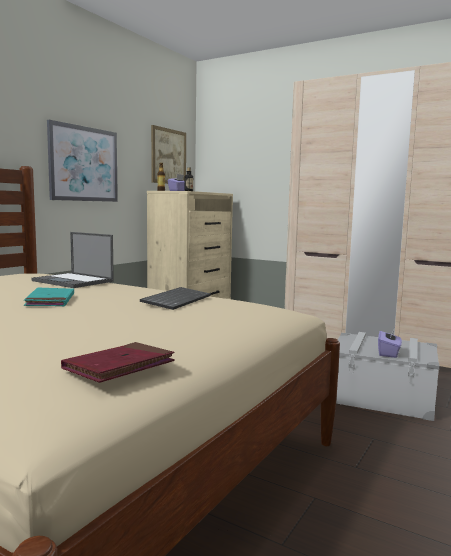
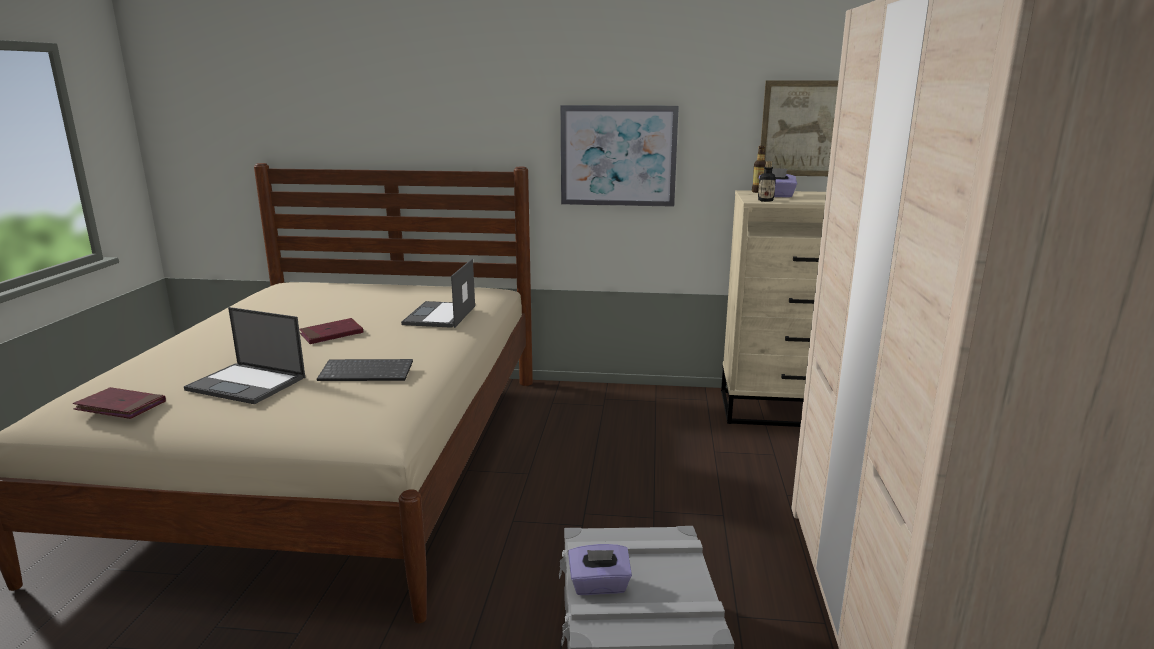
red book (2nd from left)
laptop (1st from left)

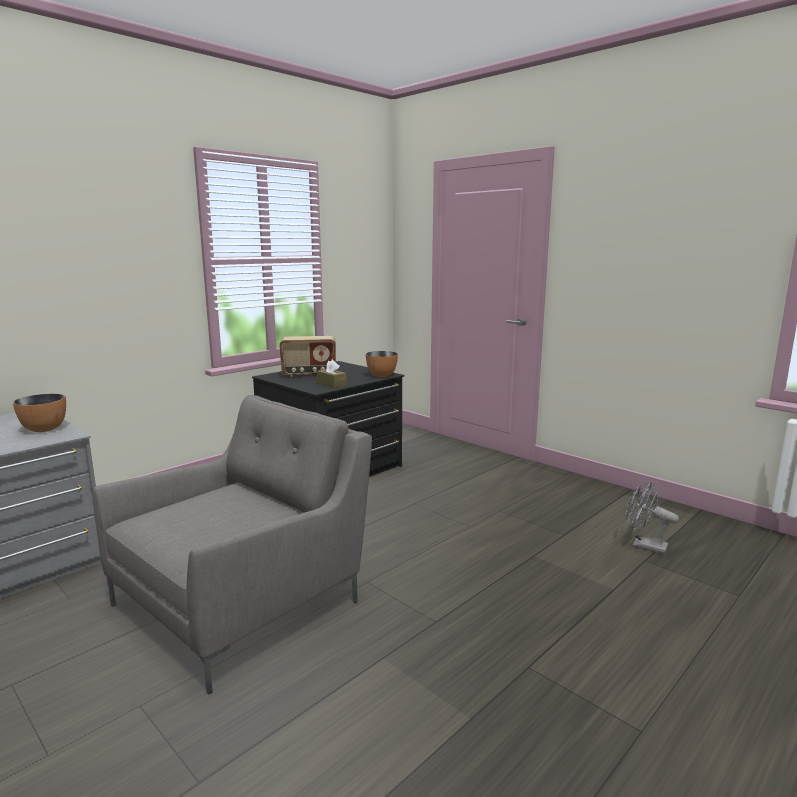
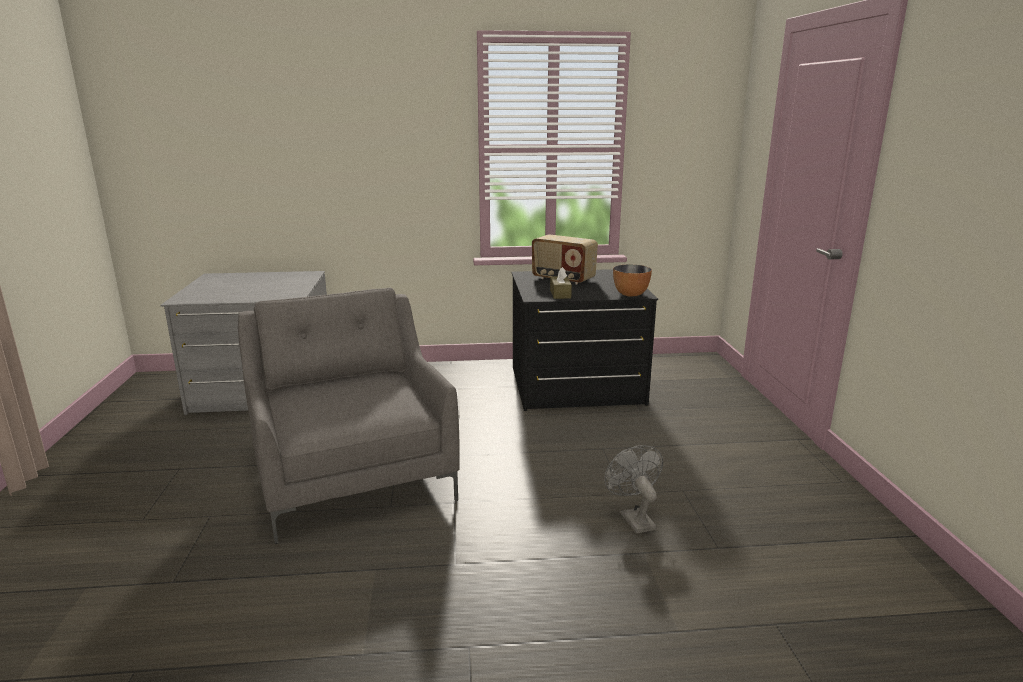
bowl (1st from left in the first image)
grey armchair
grey fan

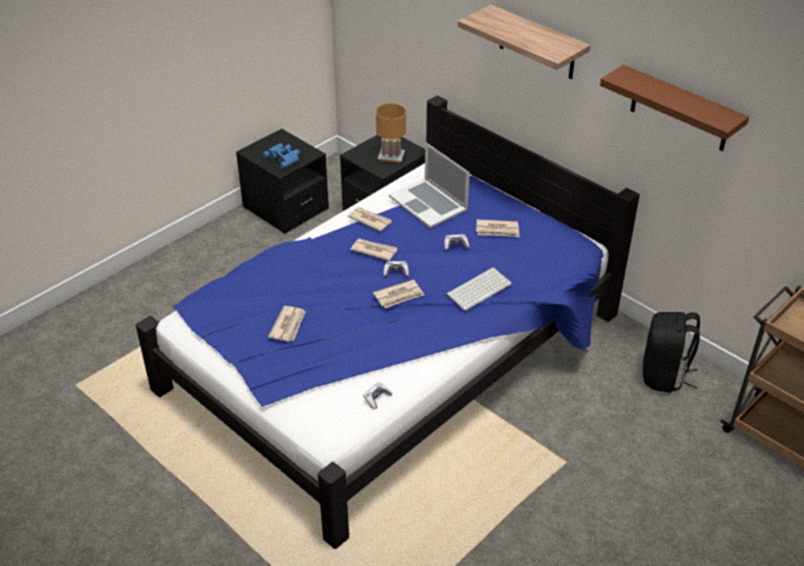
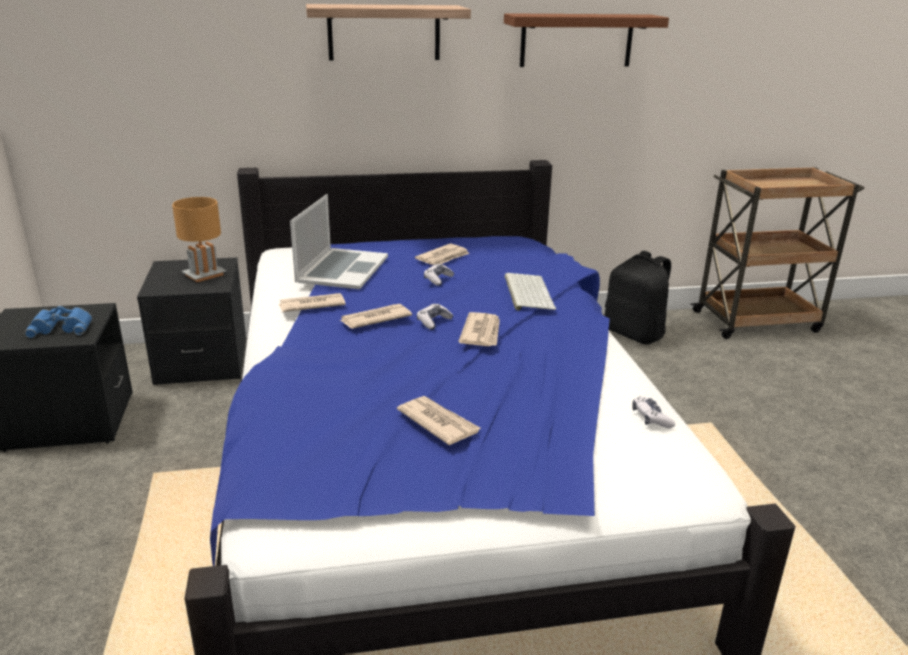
laptop

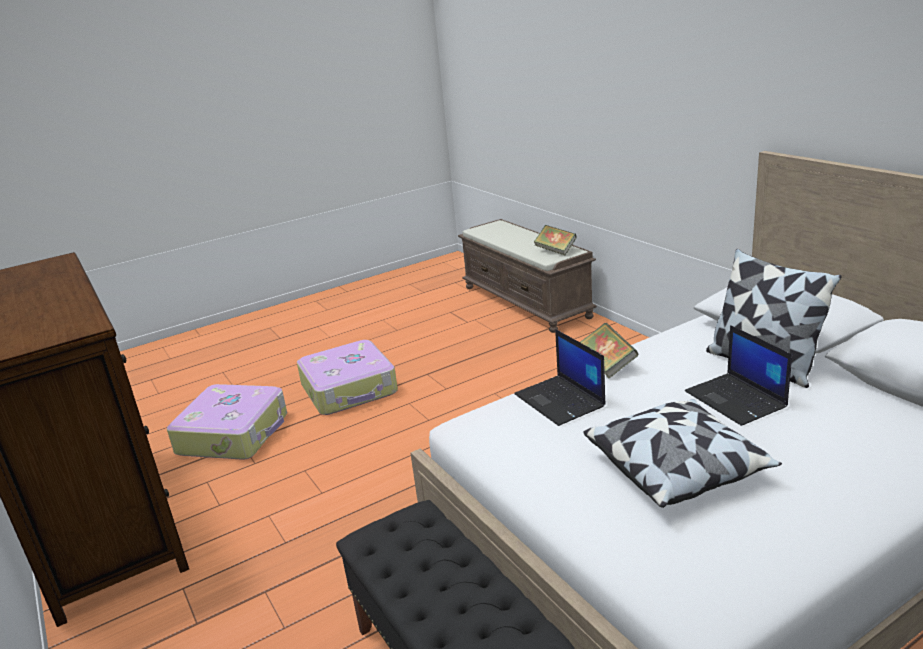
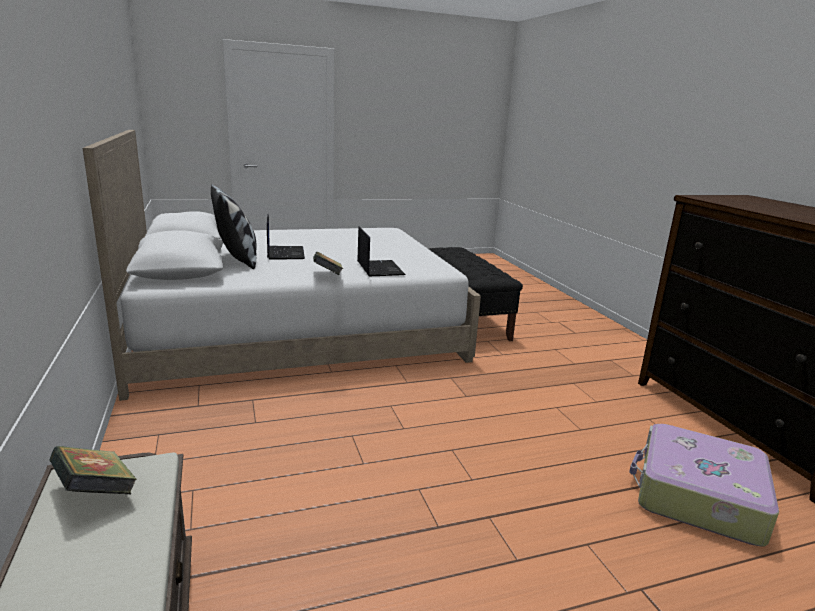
suitcase (2nd from left in the first image)
pillow (1st from left in the first image)

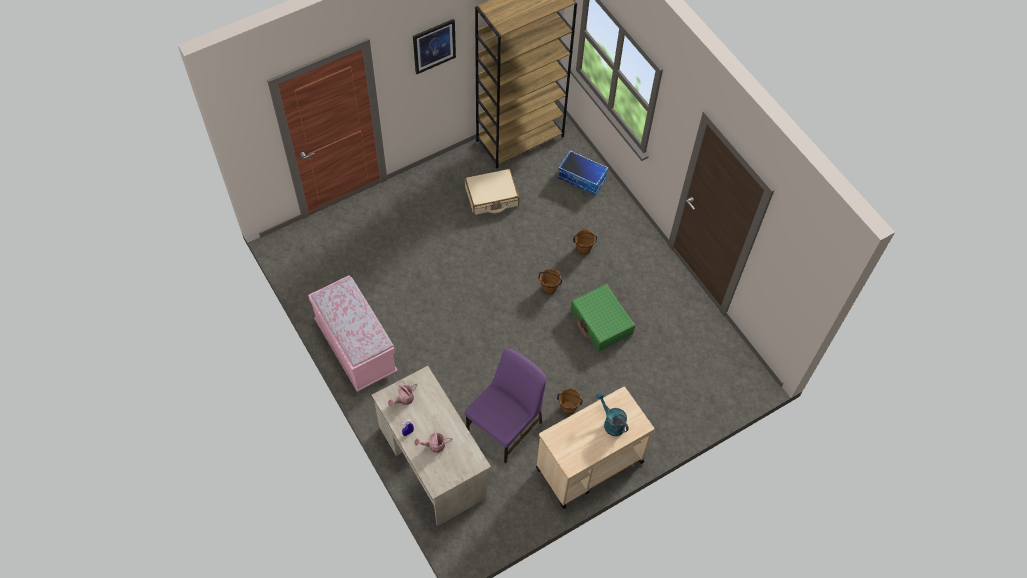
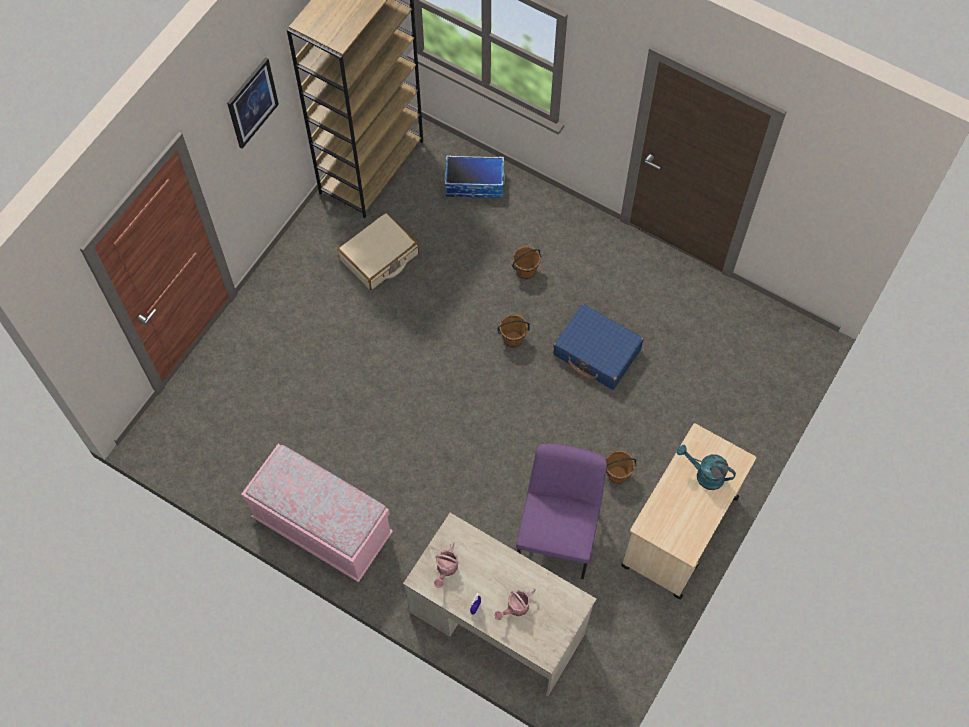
blue suitcase

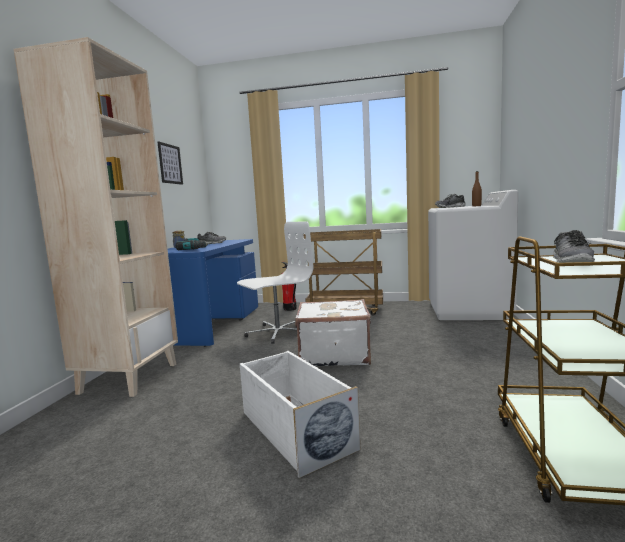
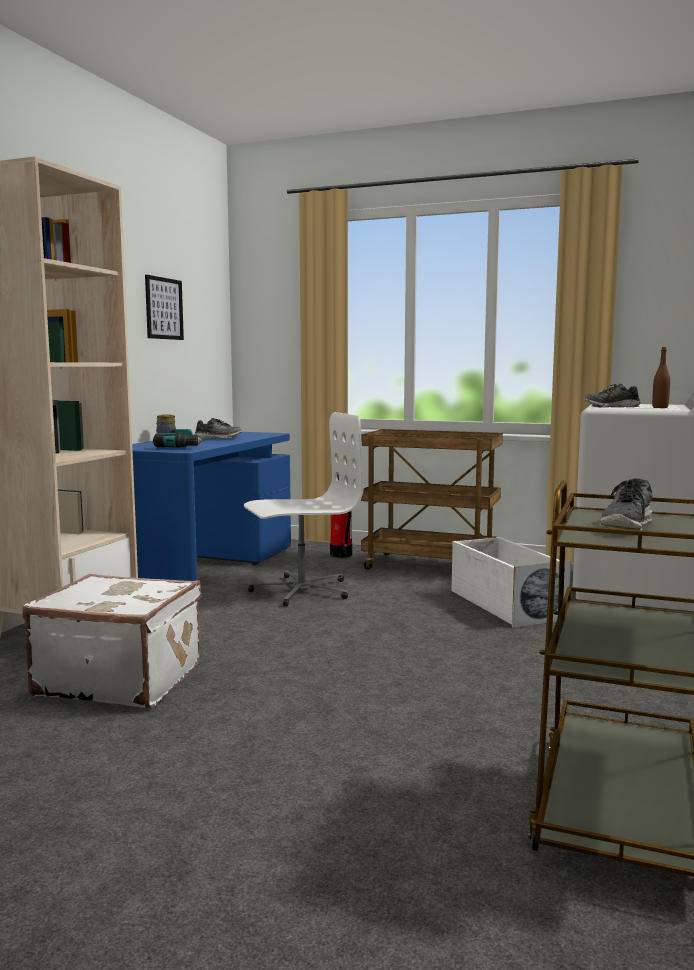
white suitcase
white storage box

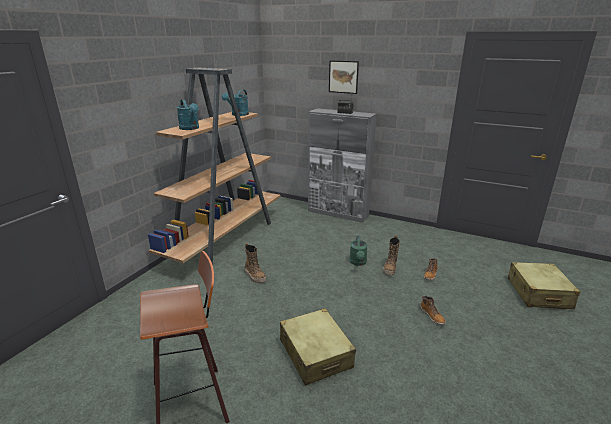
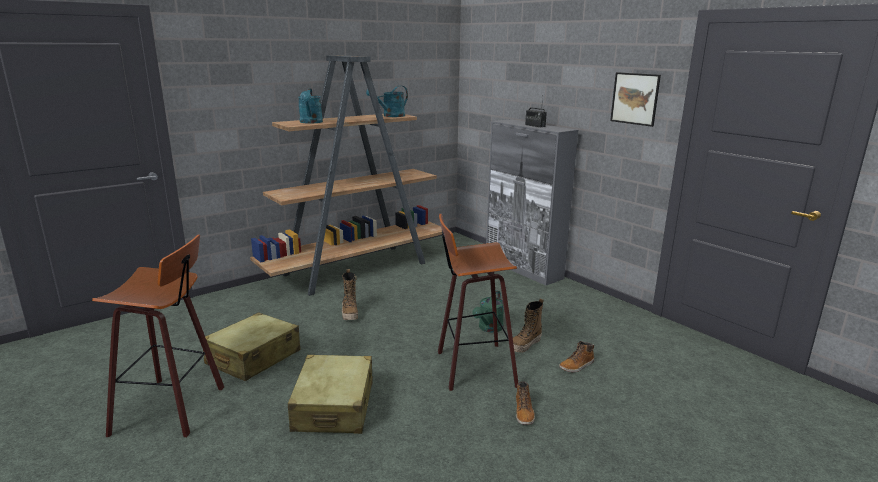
picture
beige suitcase (1st from left)
stool (2nd from left)

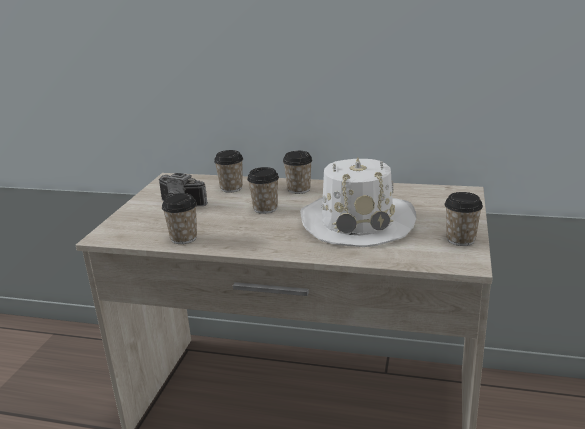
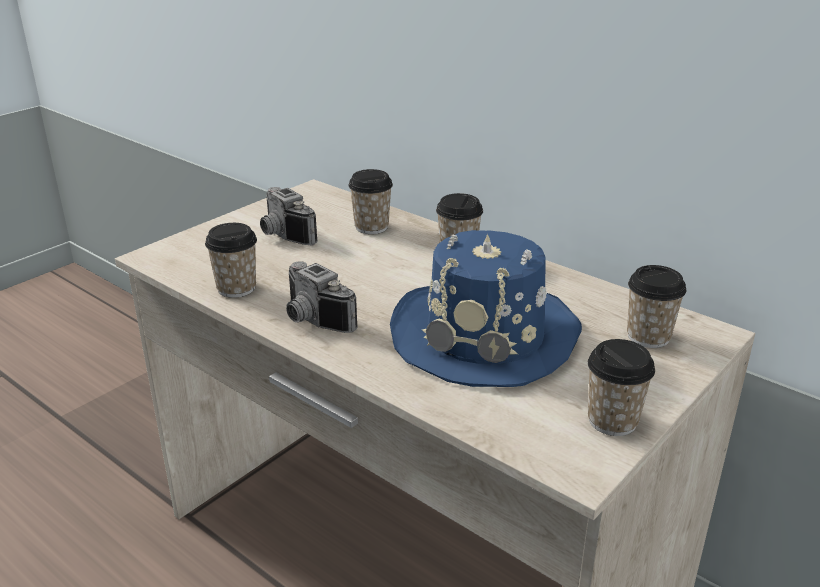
blue hat
cup (5th from left)
photo camera (2nd from left)

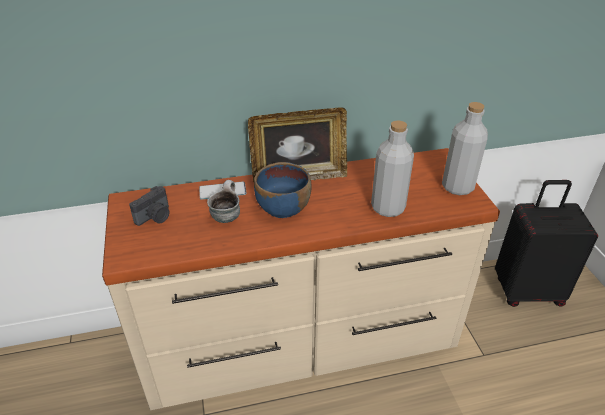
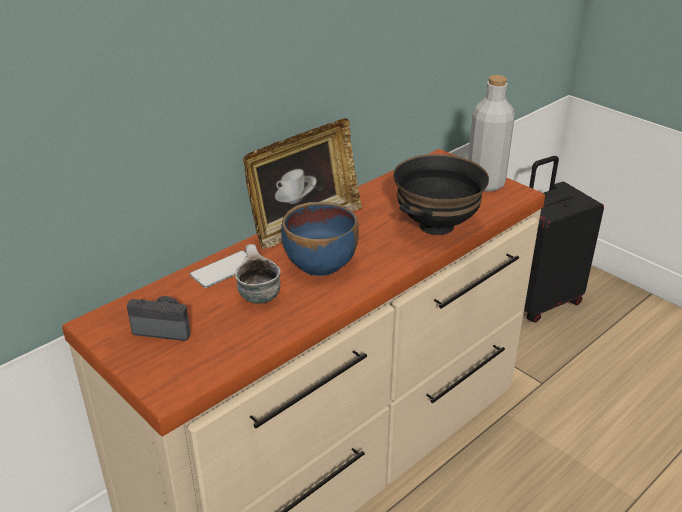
black bowl
photo camera

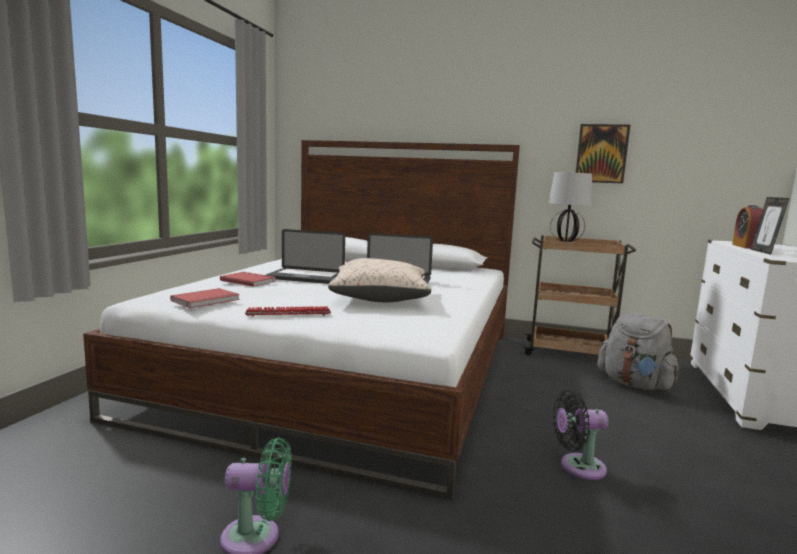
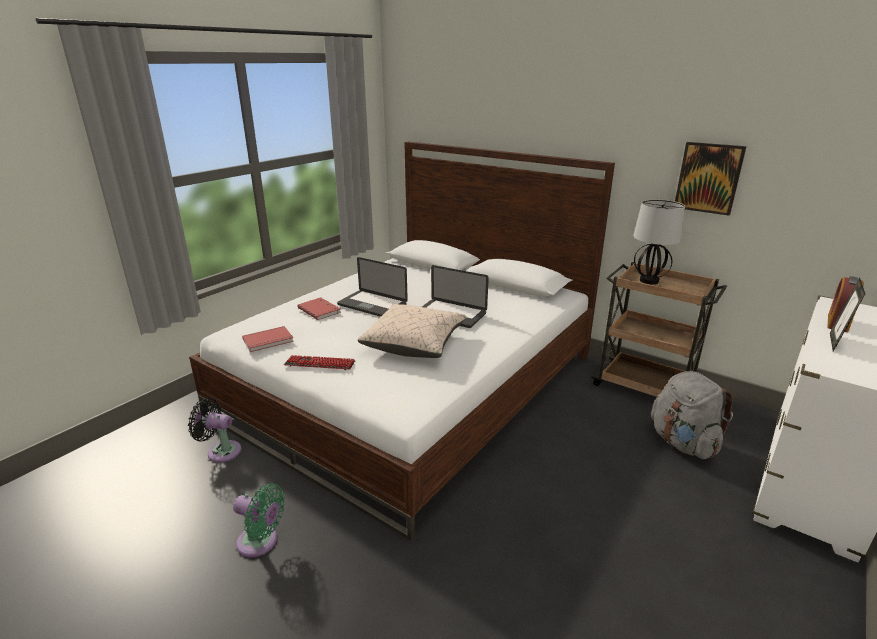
black fan

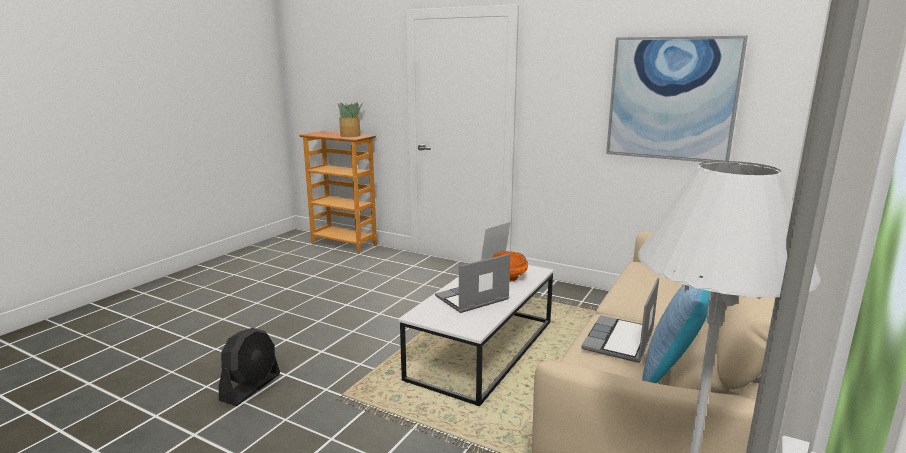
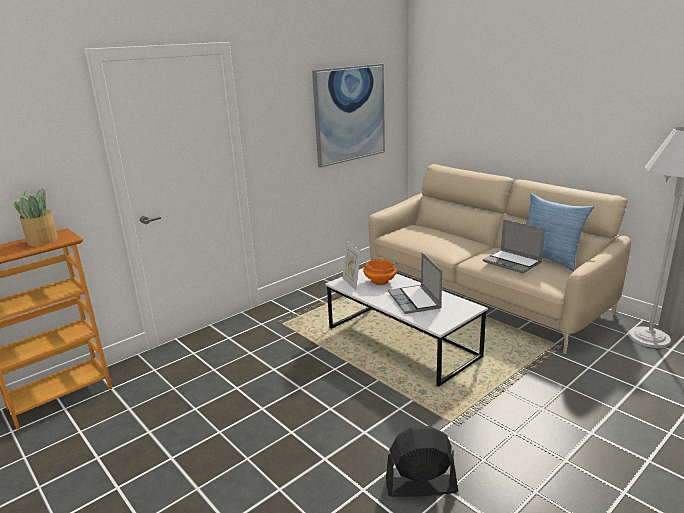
black fan

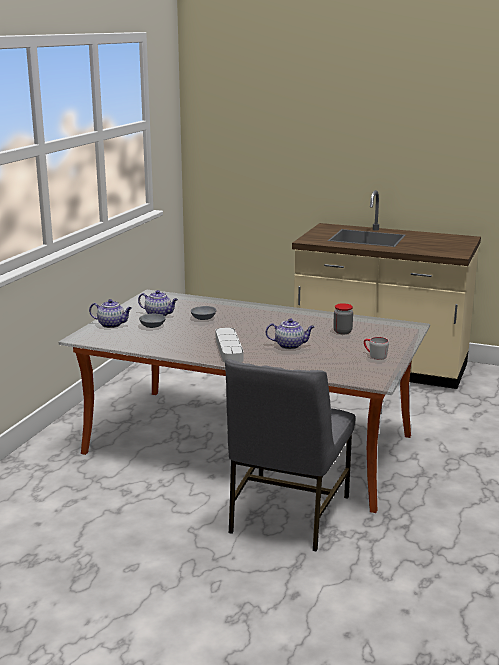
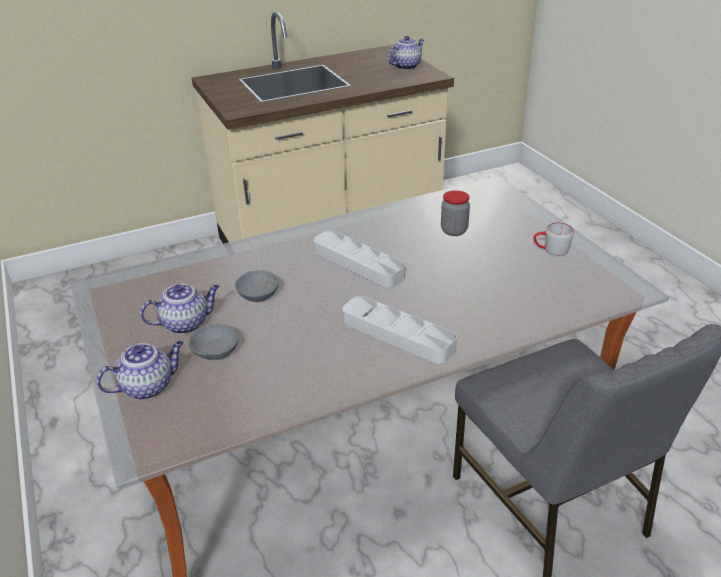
teapot (3rd from left)
grey tray (1st from left)

